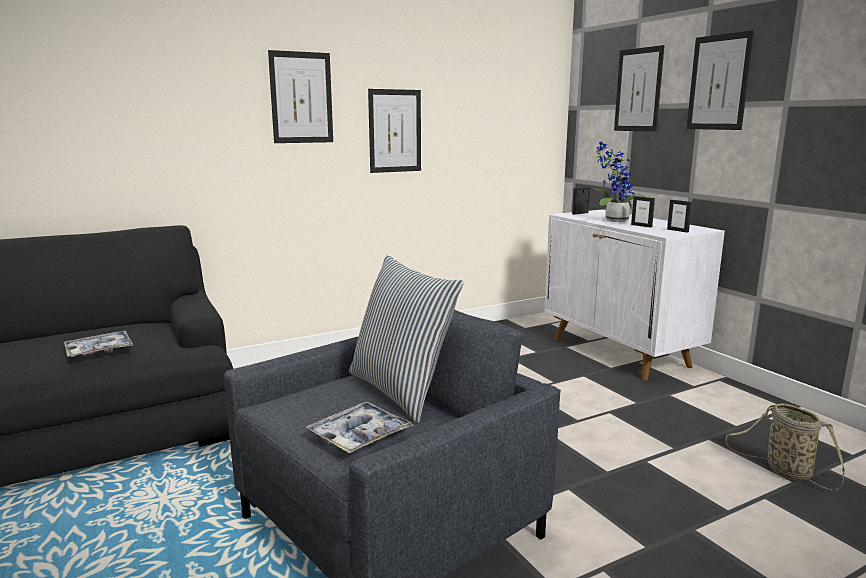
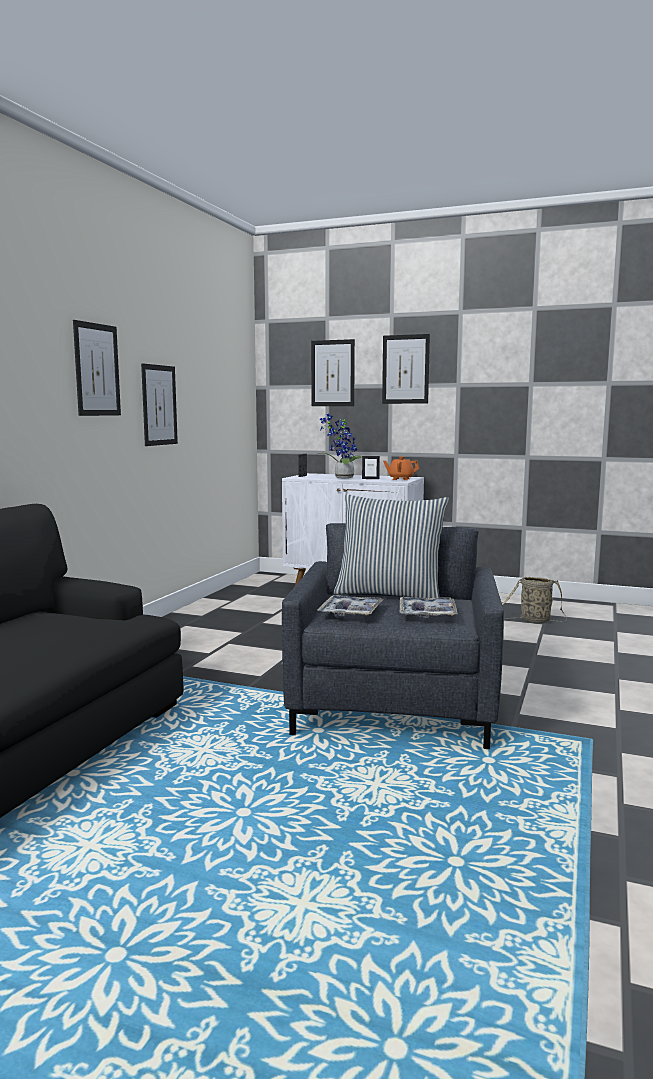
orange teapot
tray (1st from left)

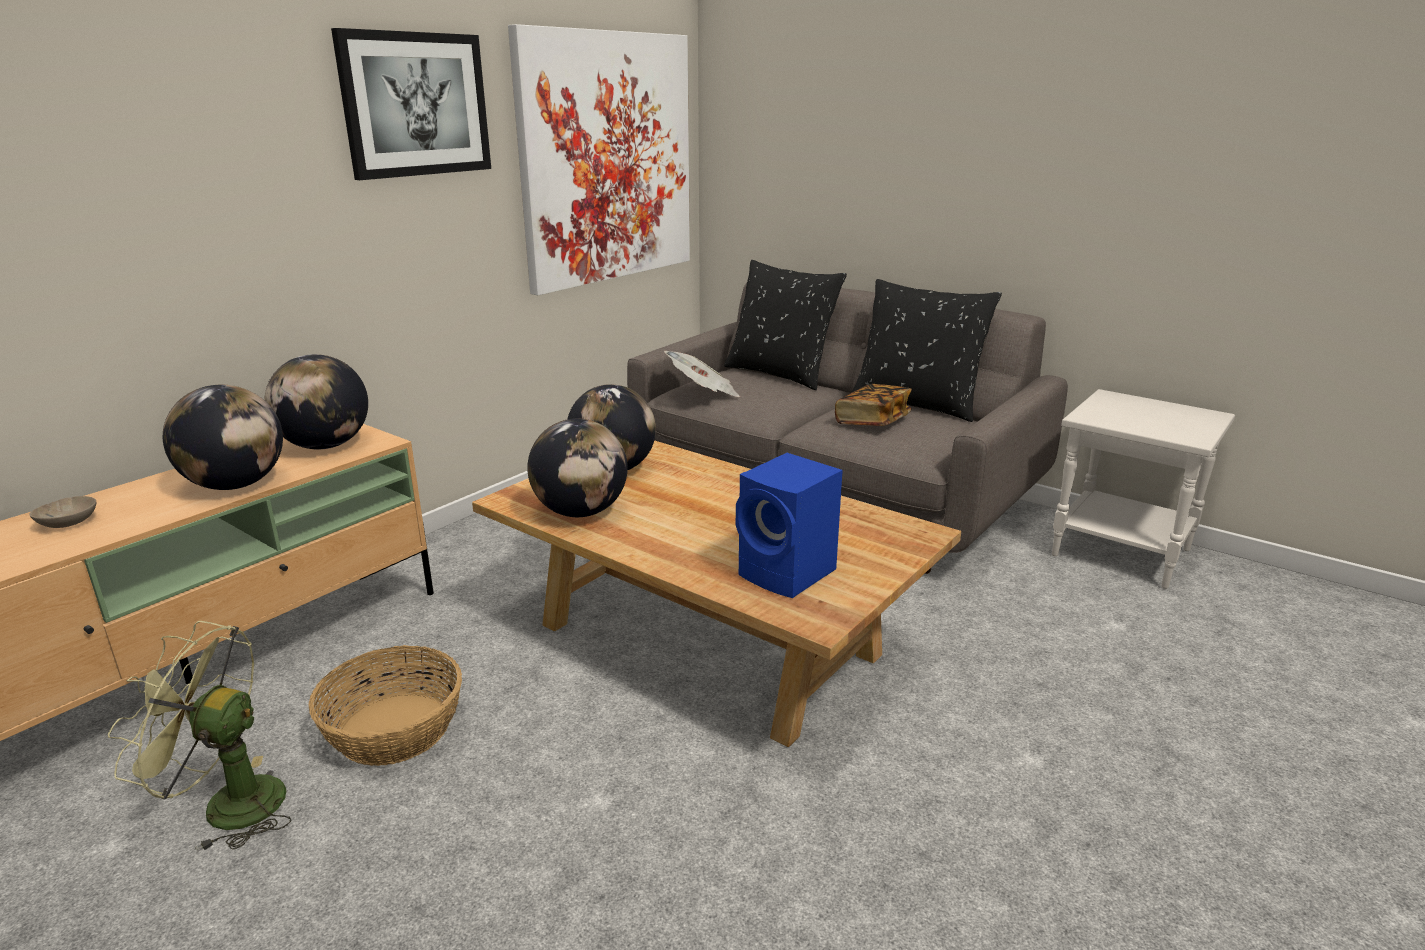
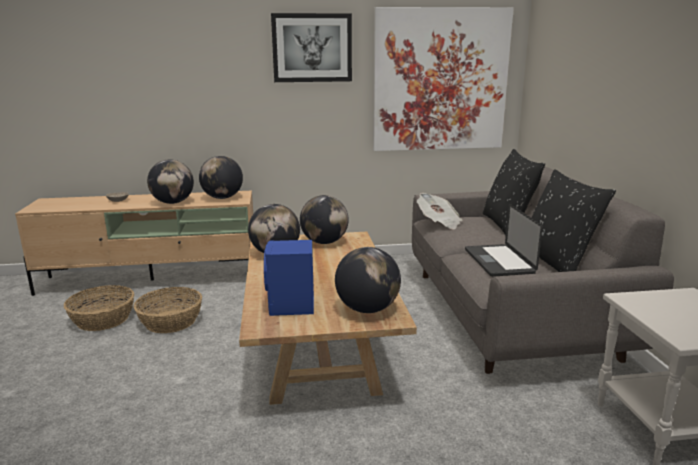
laptop
basket (1st from left)
globe (5th from left)

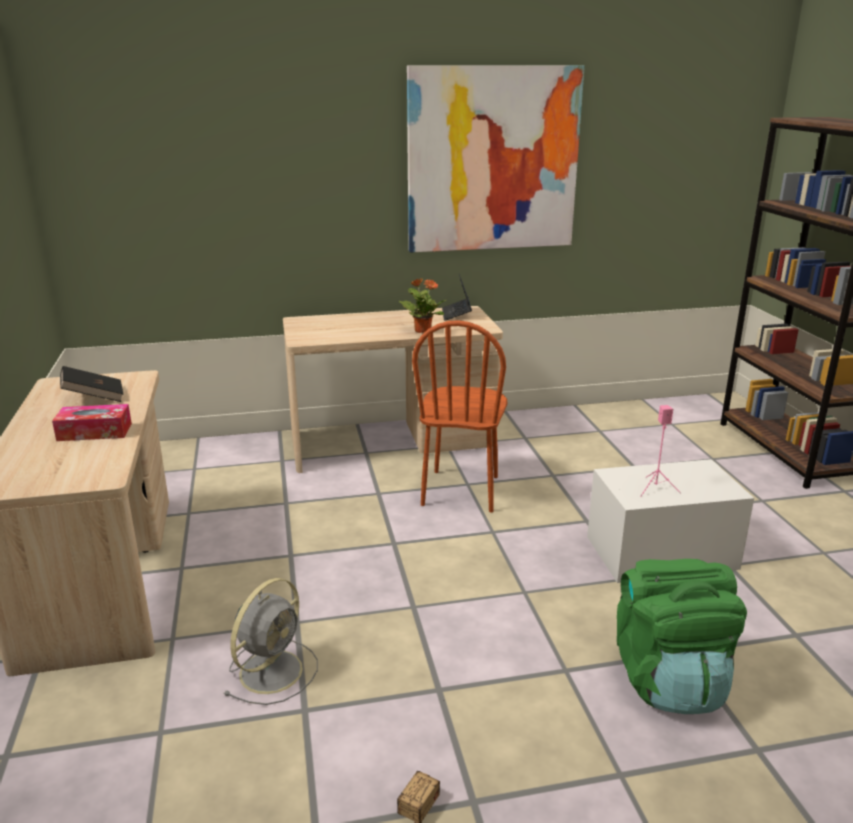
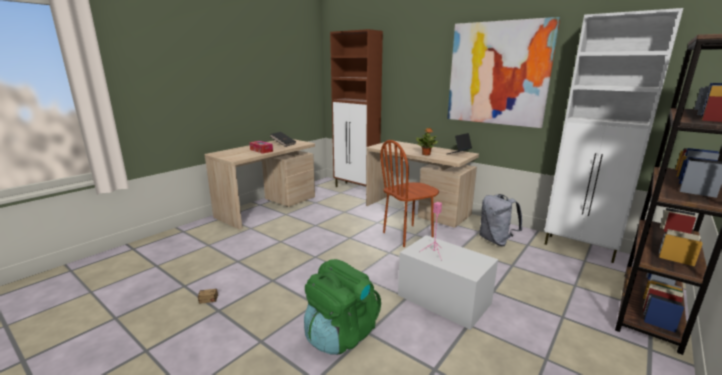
grey fan
white cabinet
brown cabinet
grey backpack

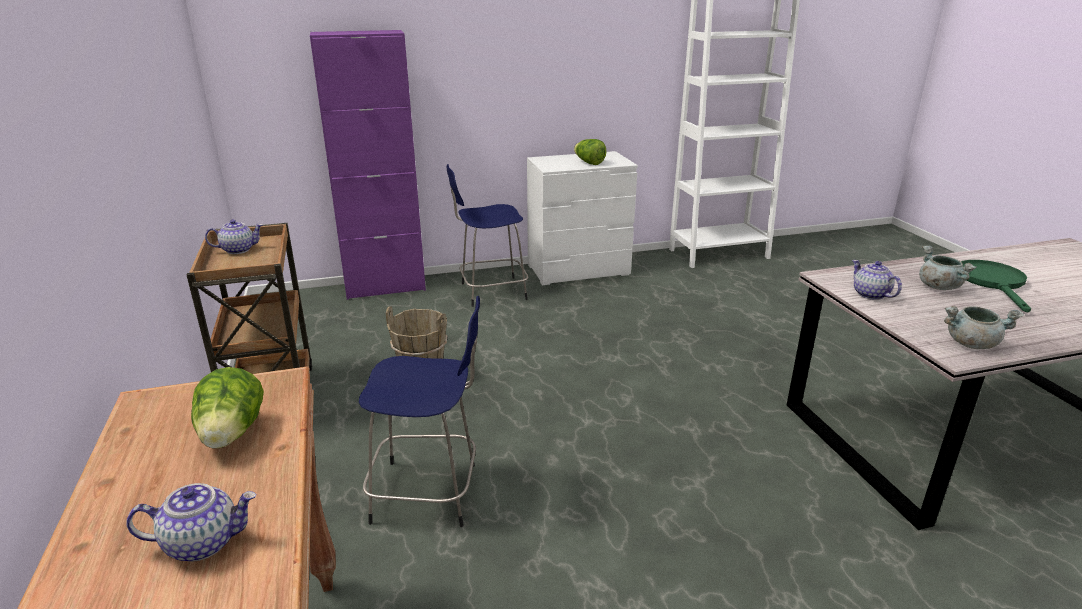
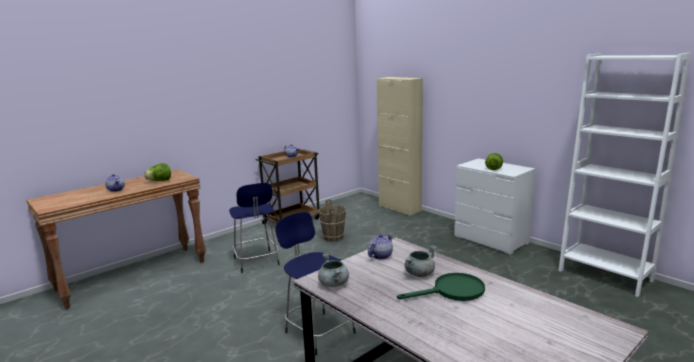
beige cabinet
blue stool (2nd from left)

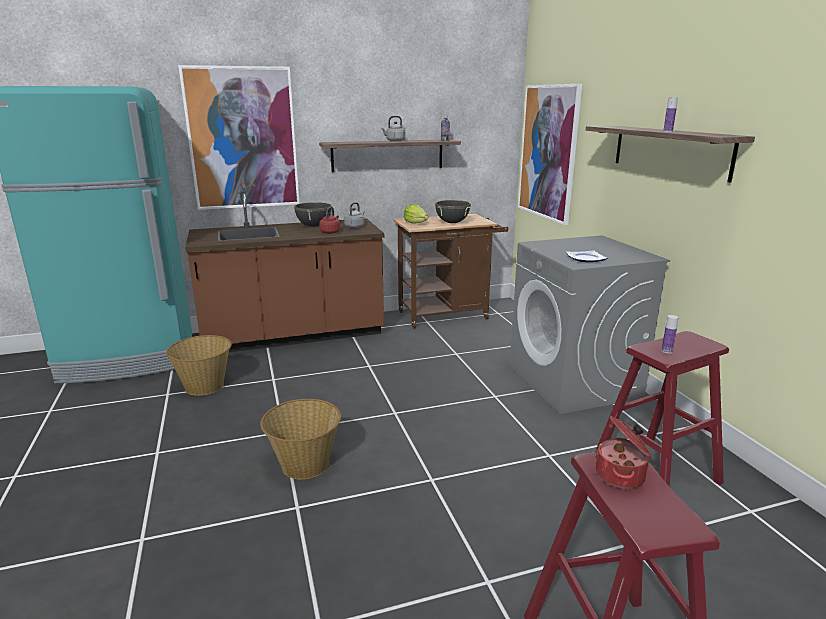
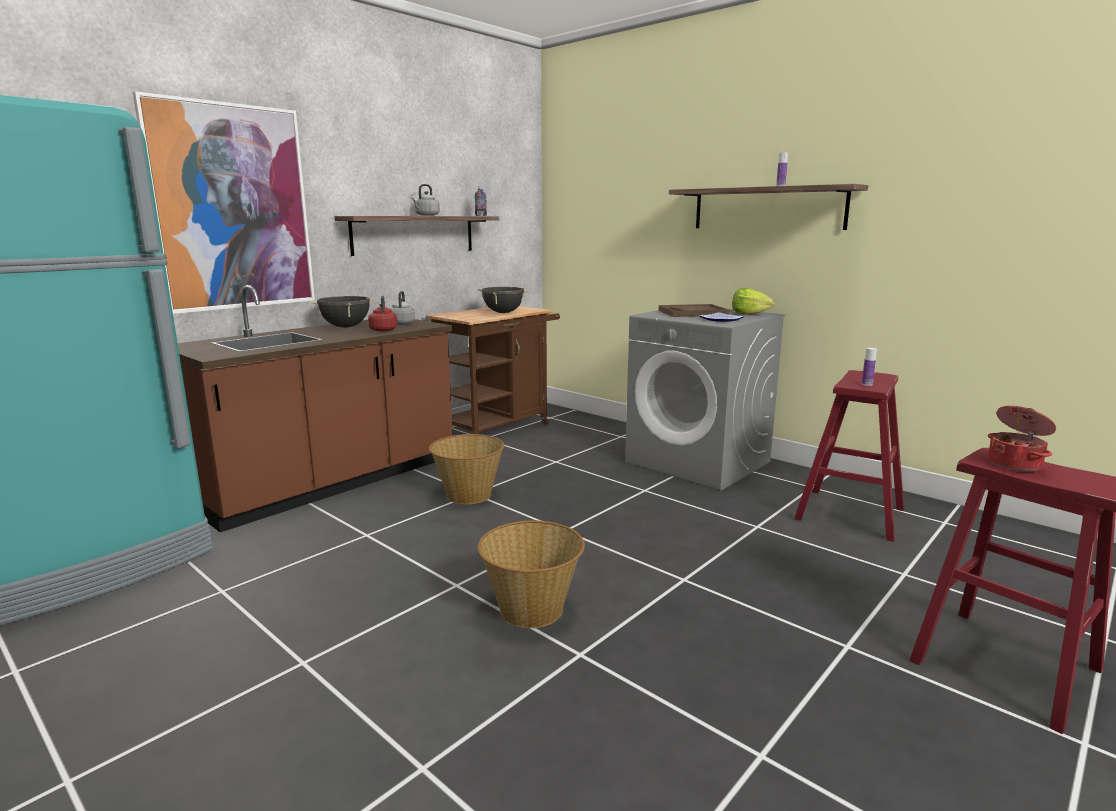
picture (2nd from left in the first image)
lettuce
basket (1st from left)
brown tray

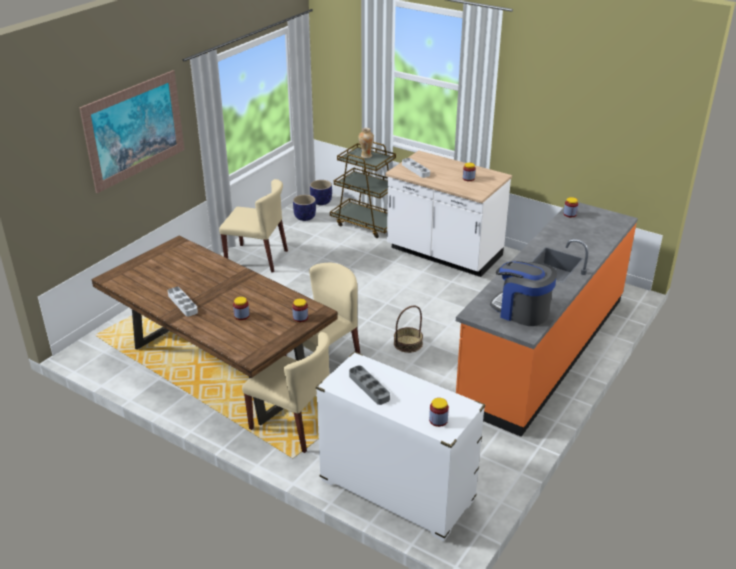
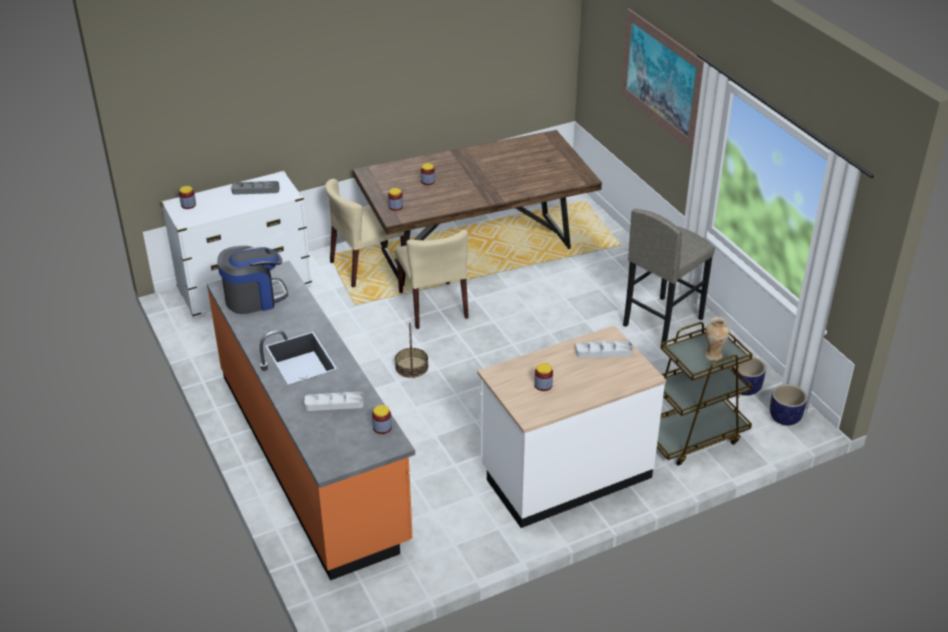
grey stool
grey tray (2nd from left)

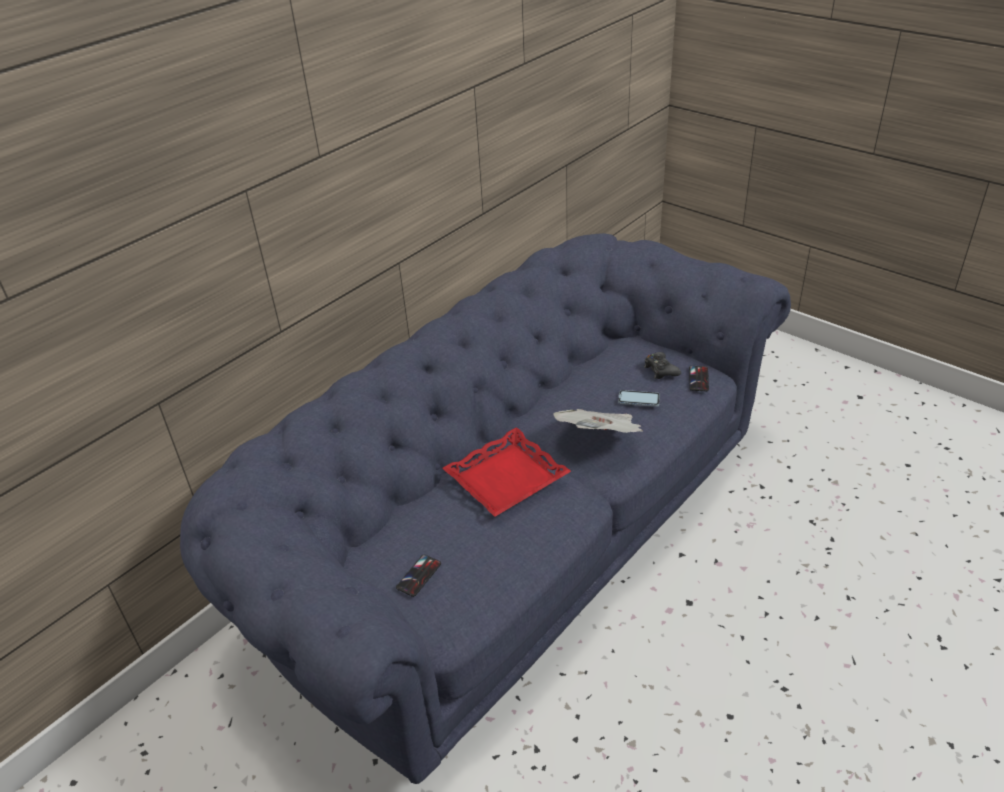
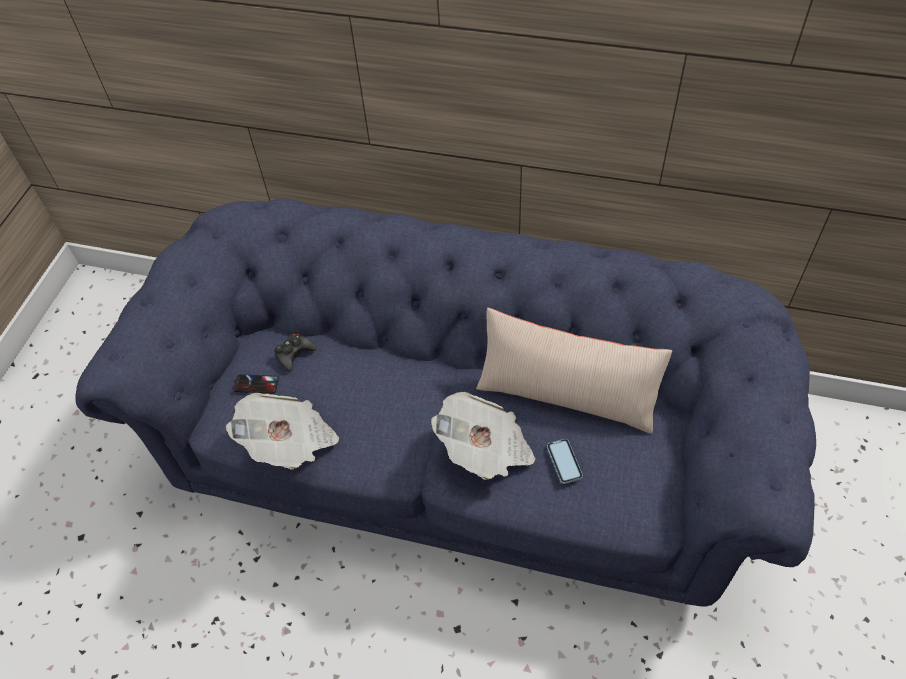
black game controller
phone (3rd from left in the first image)
red tray
beige pillow
newspaper (1st from left)

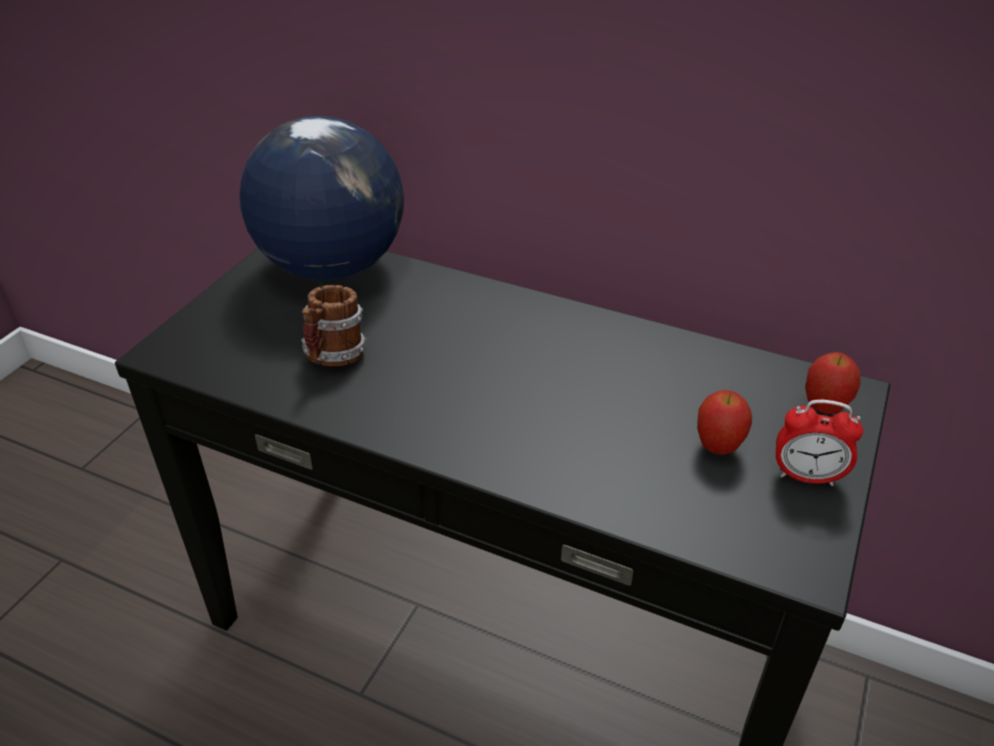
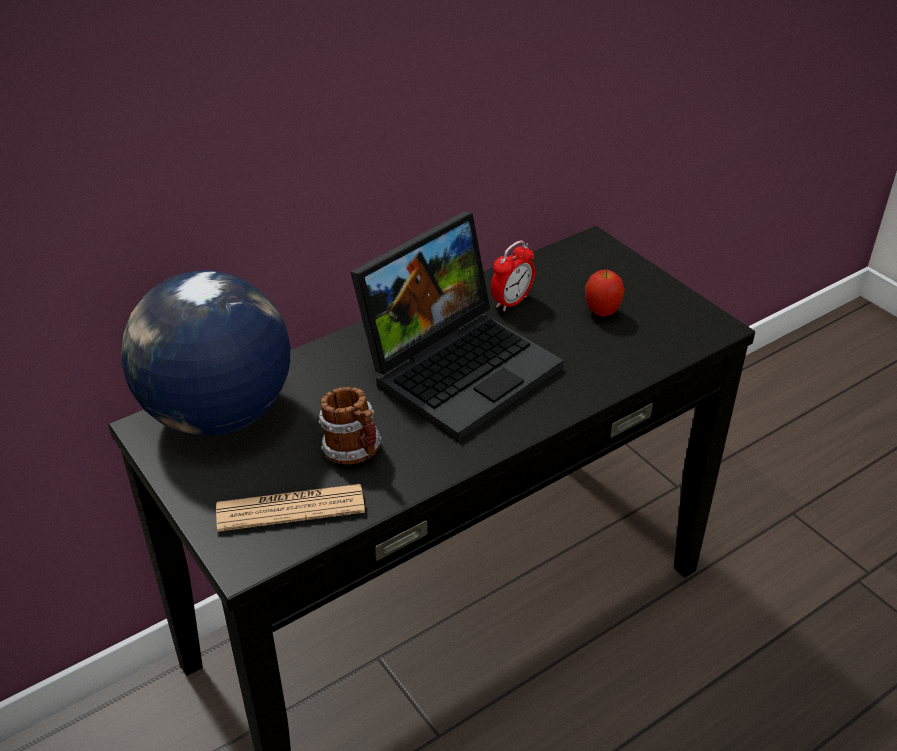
apple (2nd from left in the first image)
alarm clock
laptop
newspaper

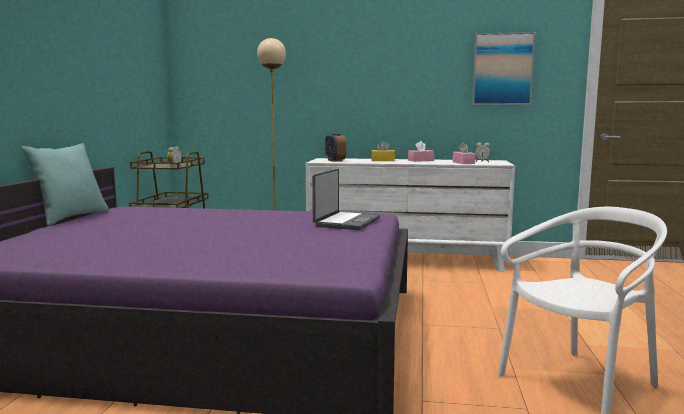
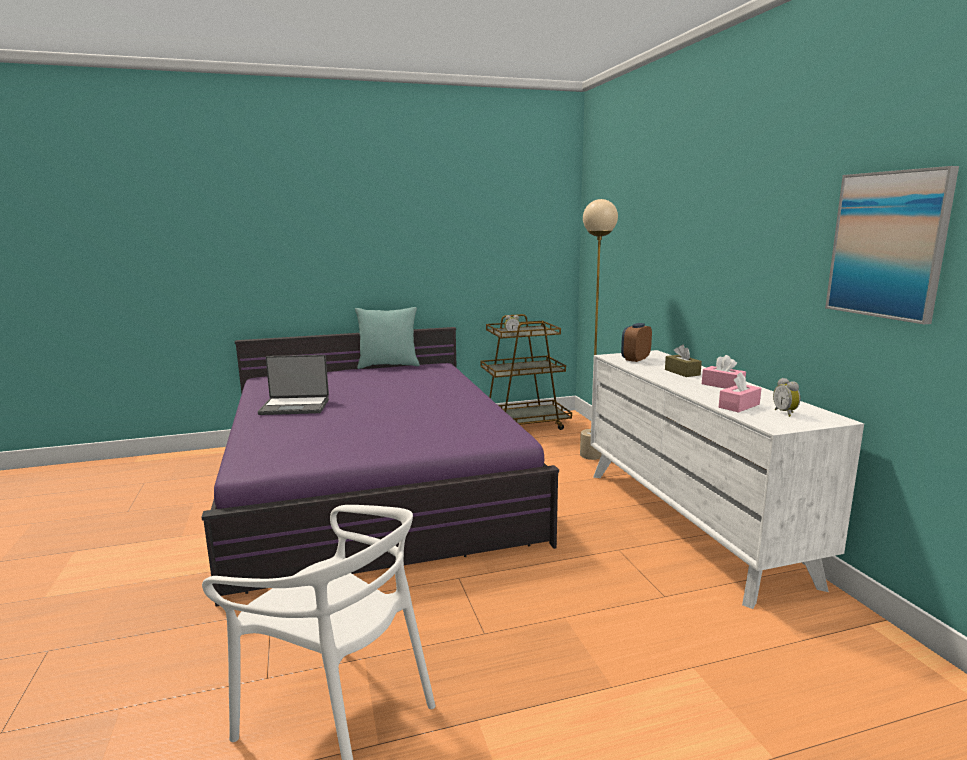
brown tissue box
laptop

